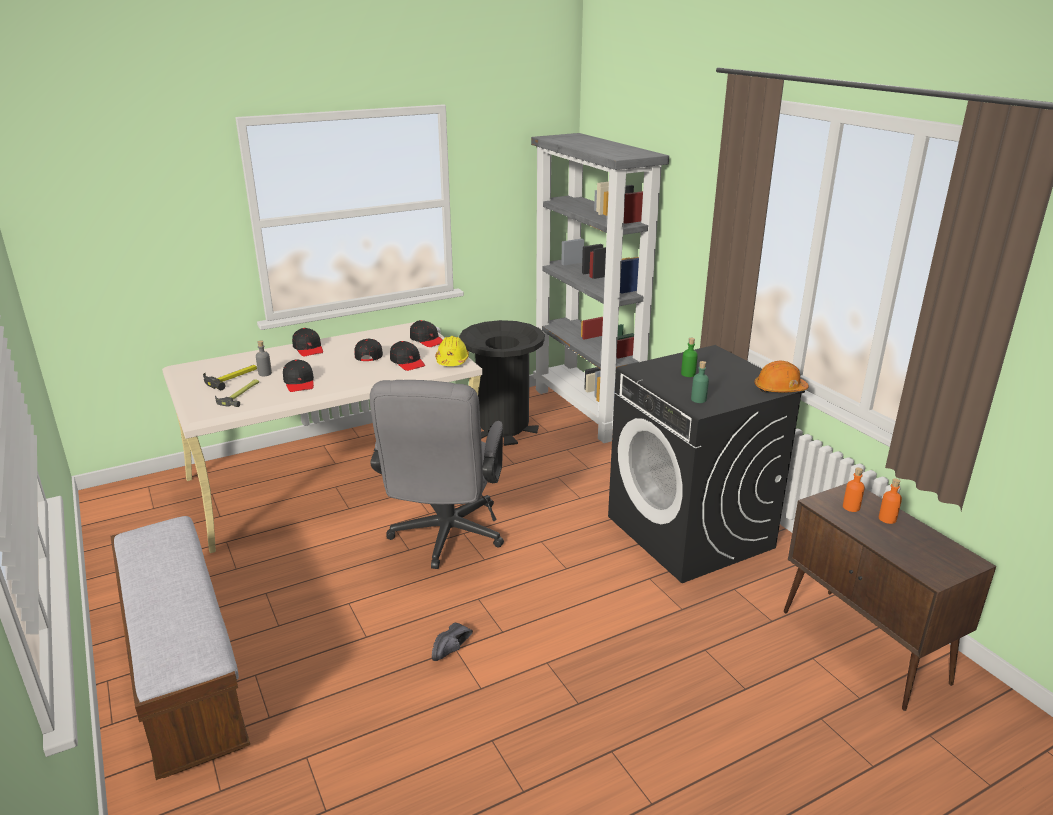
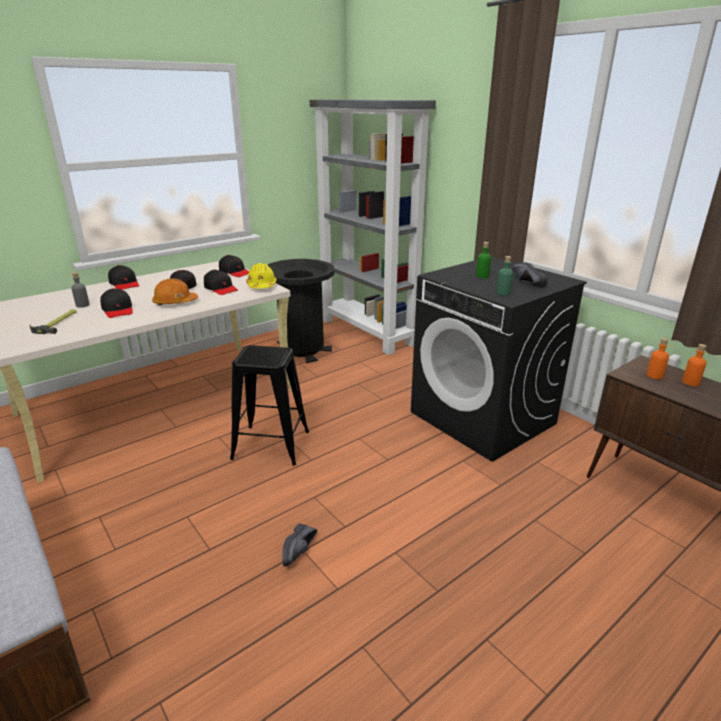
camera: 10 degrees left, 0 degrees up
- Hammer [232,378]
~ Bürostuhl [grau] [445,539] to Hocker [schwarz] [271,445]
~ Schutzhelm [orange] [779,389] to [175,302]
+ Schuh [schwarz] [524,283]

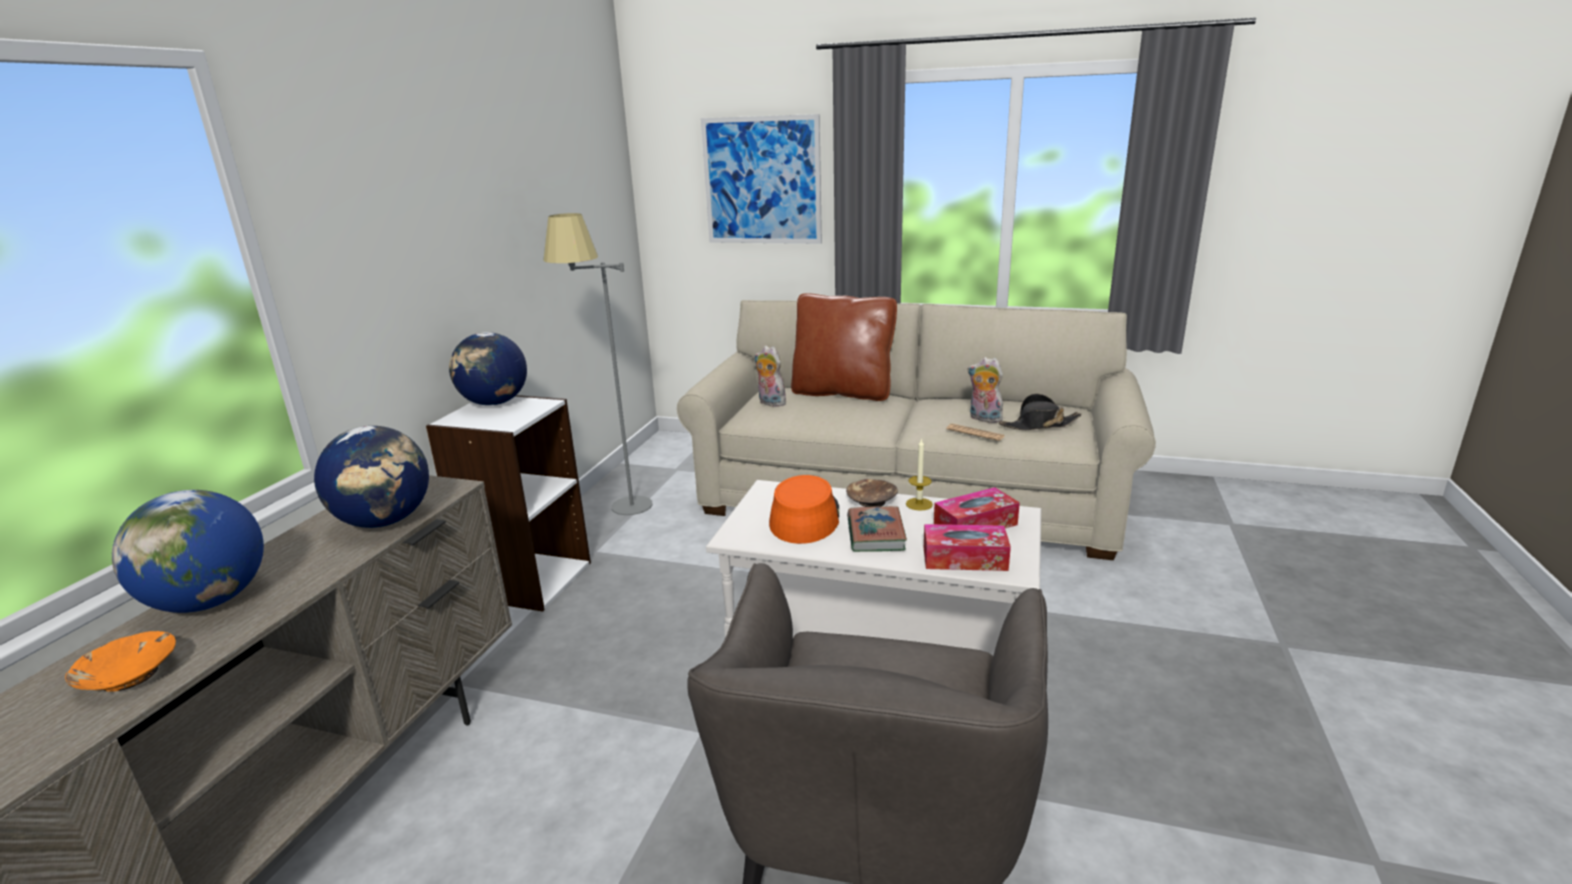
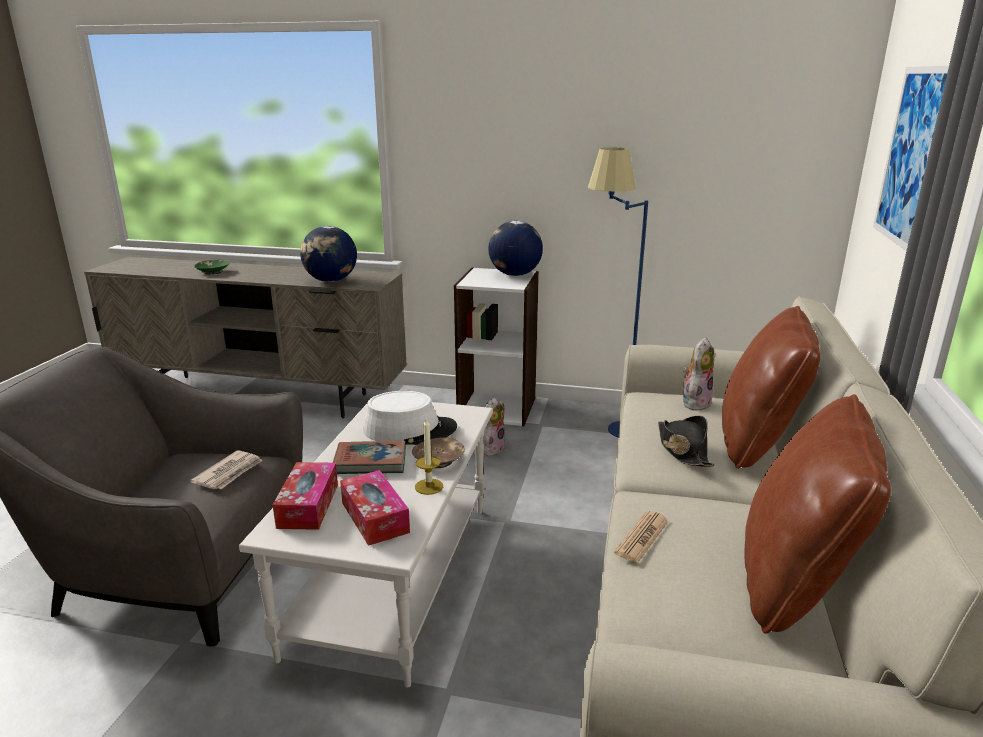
camera: 85 degrees right, 0 degrees up
~ Schüssel [orange] [129,675] to Schüssel [grün] [214,272]
- Globus [210,601]
~ Stehlampe [grau] [619,513] to Stehlampe [blau] [609,426]
~ Hut [orange] [804,517] to Hut [weiß] [410,430]
~ Plüschtier [983,419] to [492,448]
~ Hut [schwarz] [1039,425] to [682,449]
+ Zeitung [229,473]
+ Kissen [braun] [795,583]

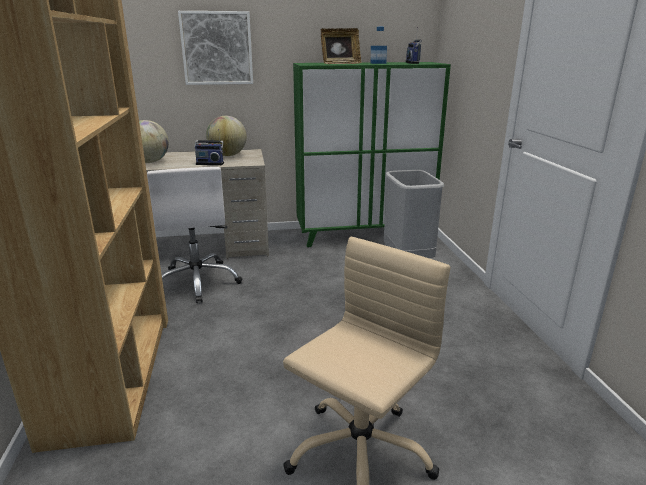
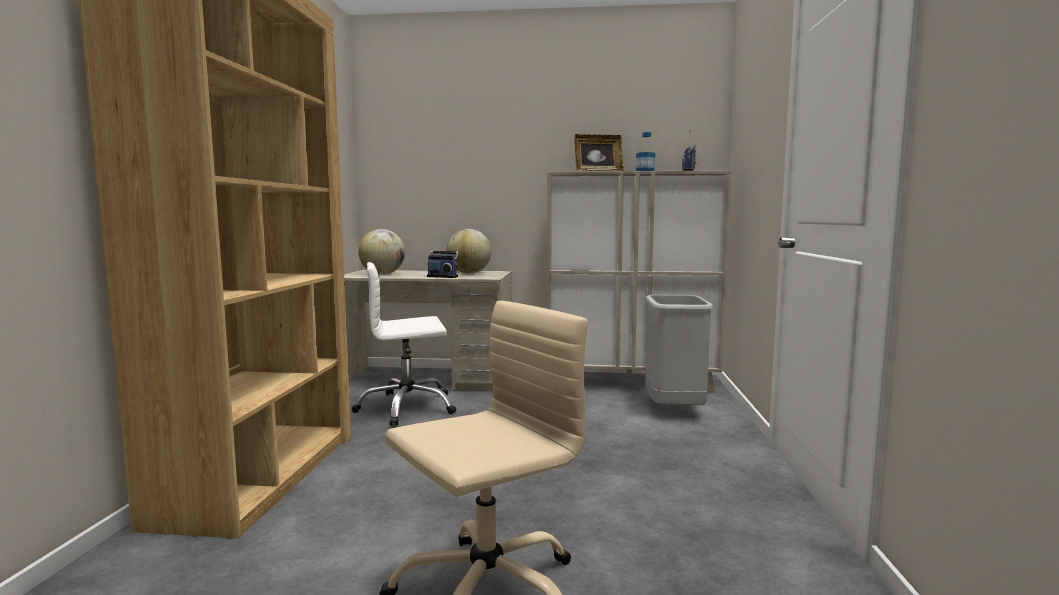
camera: 15 degrees right, 15 degrees down
~ Bürostuhl [weiß] [198,282] = [407,407] 75 degrees clockwise
- Bild [217,48]
~ Schrank [grün] [364,235] to Schrank [beige] [631,382]

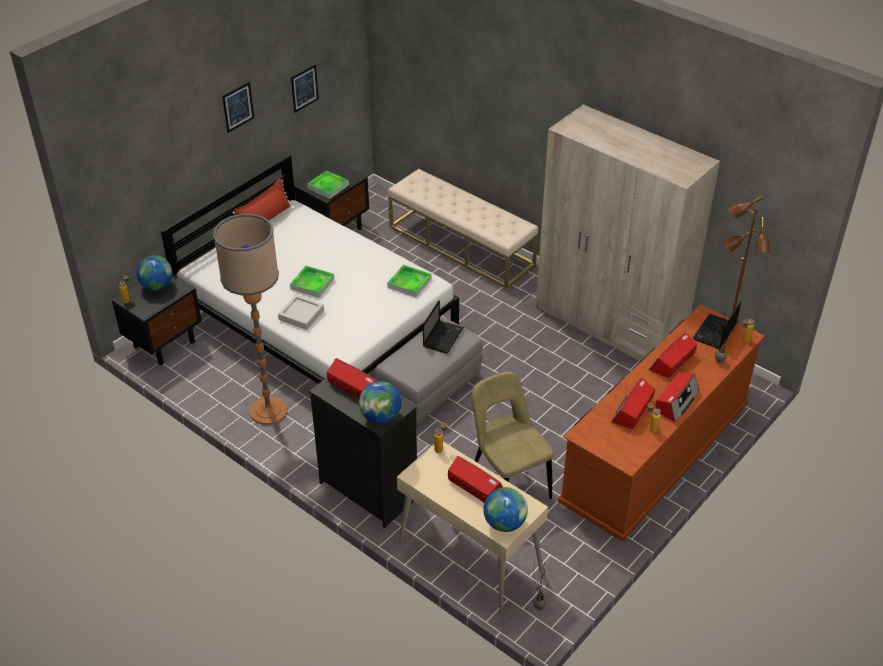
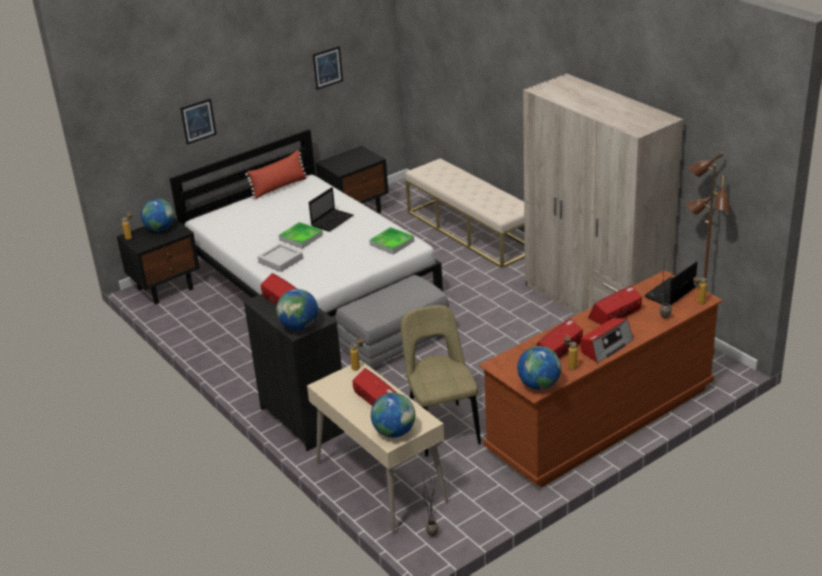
camera: 15 degrees right, 10 degrees down
- Stehlampe [269,410]
~ Bild [238,107] to [198,121]
- Tablett [328,187]
~ Laptop [443,337] to [332,220]
+ Globus [539,385]

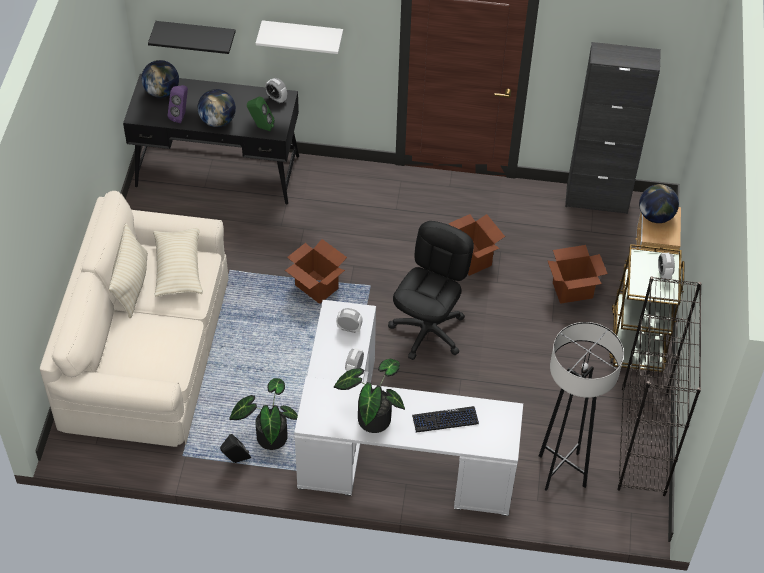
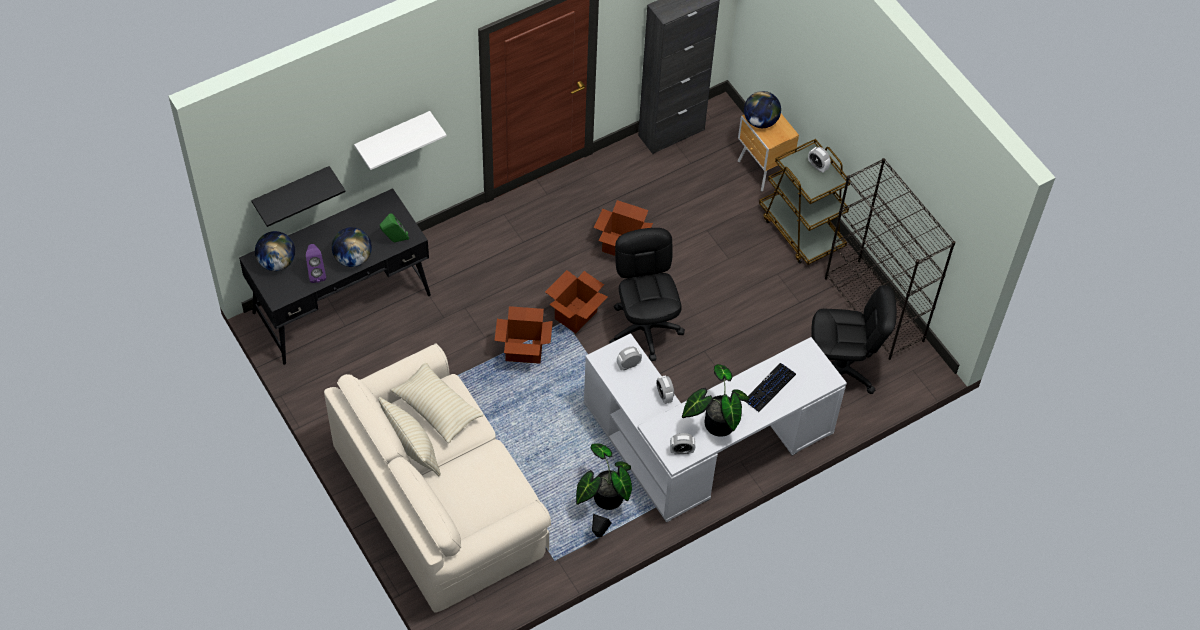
camera: 40 degrees left, 5 degrees up
~ Wecker [276,98] to [681,451]
~ Stehlampe [grau] [562,471] to Bürostuhl [schwarz] [840,372]
~ Karton [572,290] to [576,315]

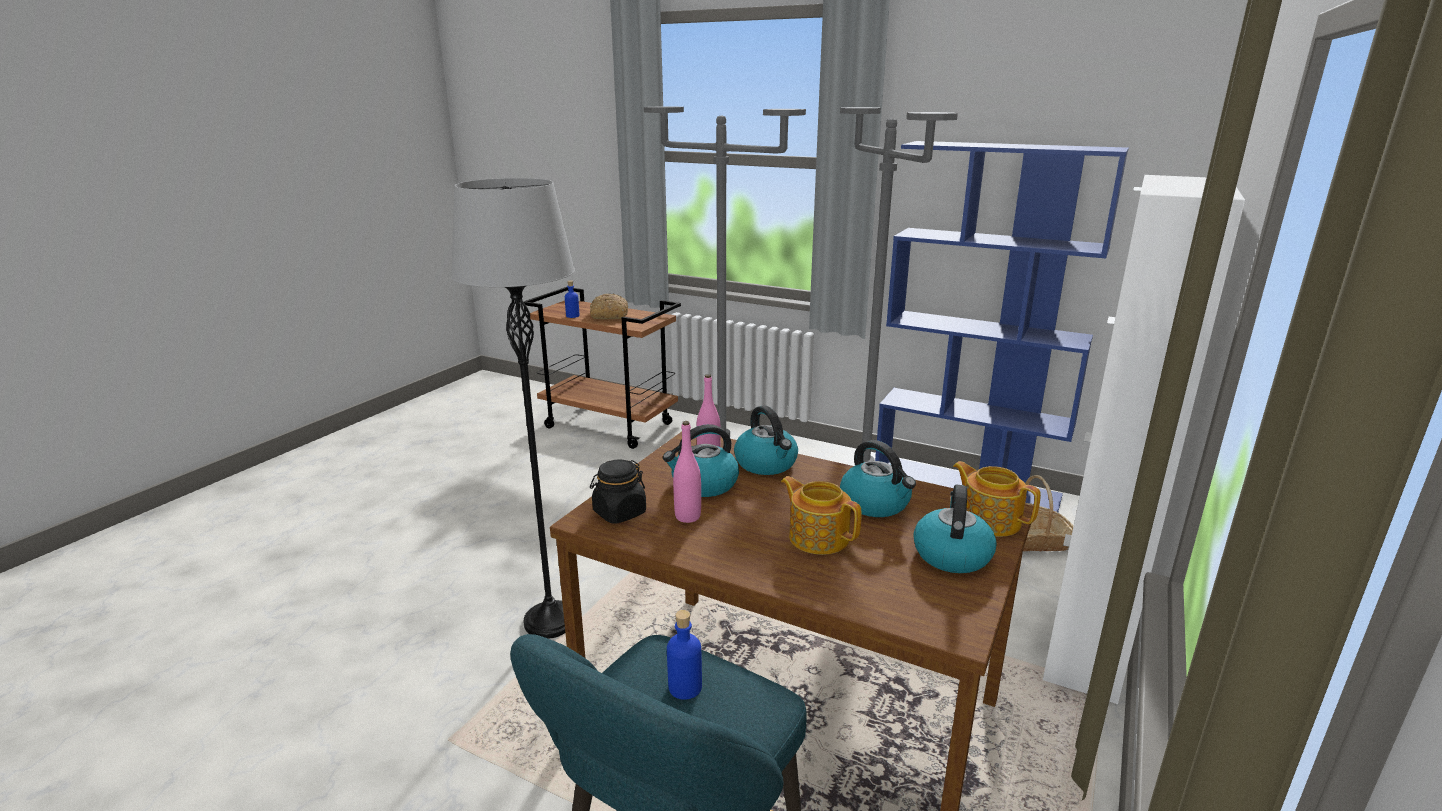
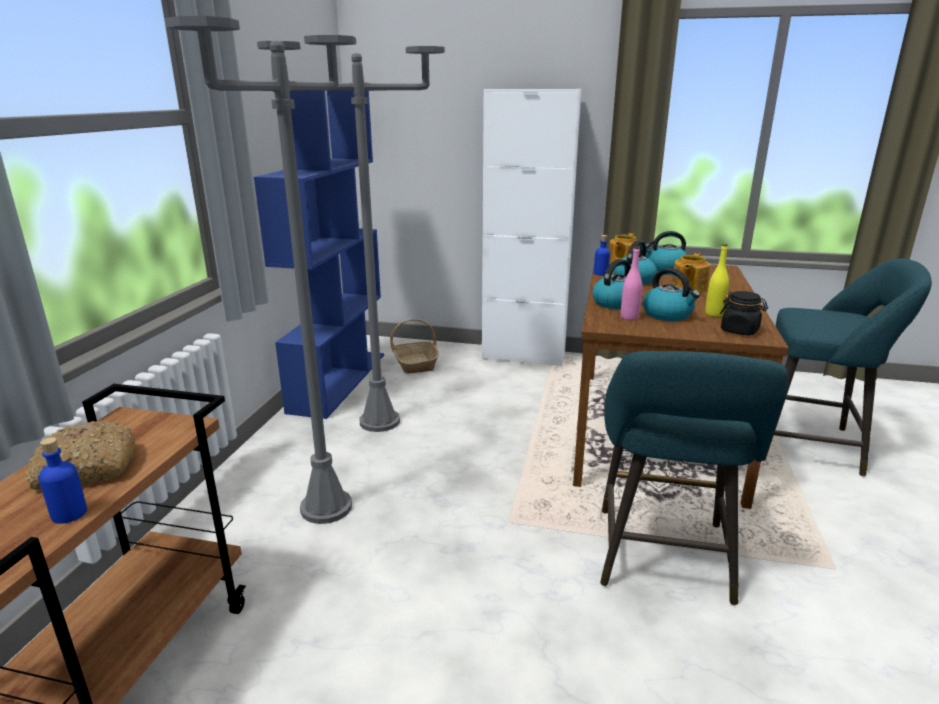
camera: 105 degrees left, 0 degrees up
~ Stehlampe [grau] [551,621] to Hocker [türkis] [663,560]
~ Flasche [blau] [685,687] to [600,273]
~ Flasche [rosa] [687,516] to Flasche [gelb] [714,314]

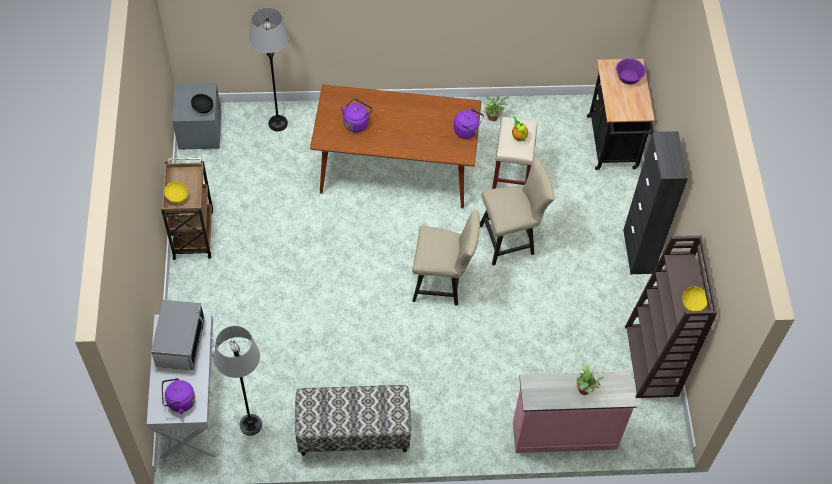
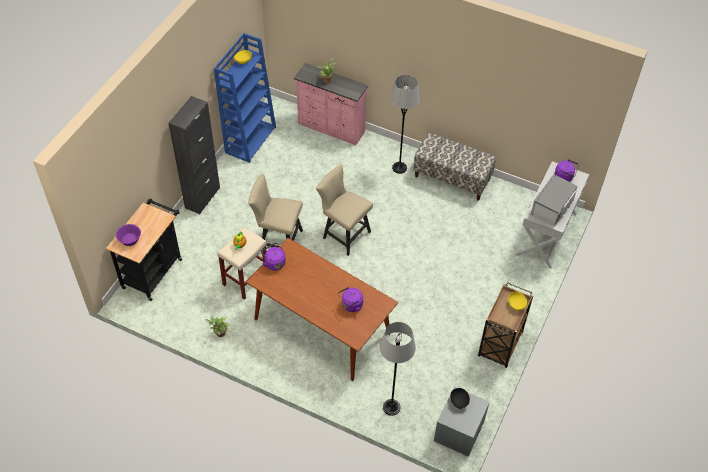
camera: 150 degrees left, 5 degrees down
~ Stehlampe [grau] [250,425] to [399,168]
~ Bücherregal [braun] [652,361] to Bücherregal [blau] [250,139]

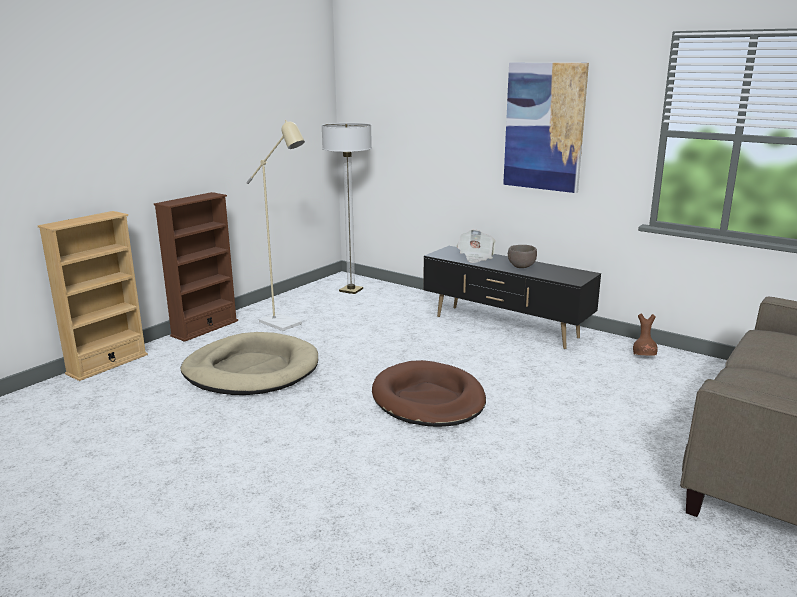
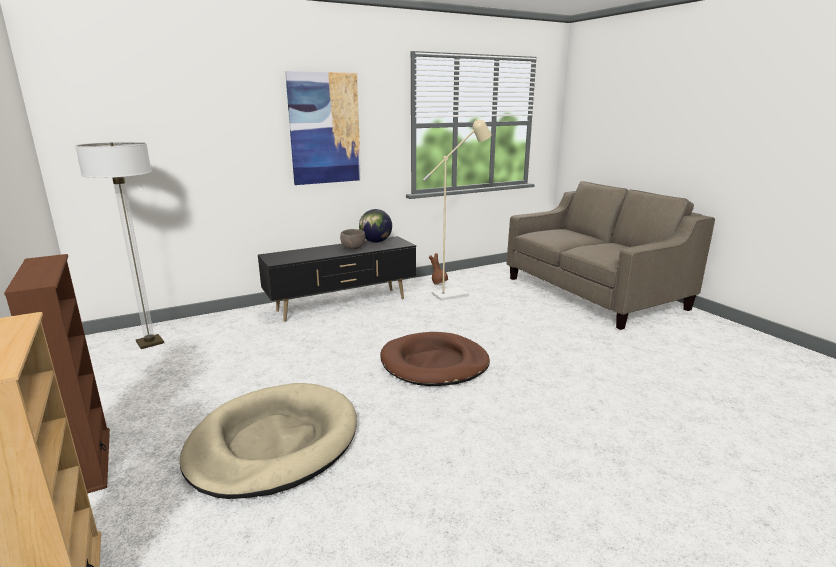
camera: 65 degrees left, 0 degrees up
~ Stehlampe [beige] [285,324] to [455,293]
- Zeitung [475,257]
+ Globus [375,242]

